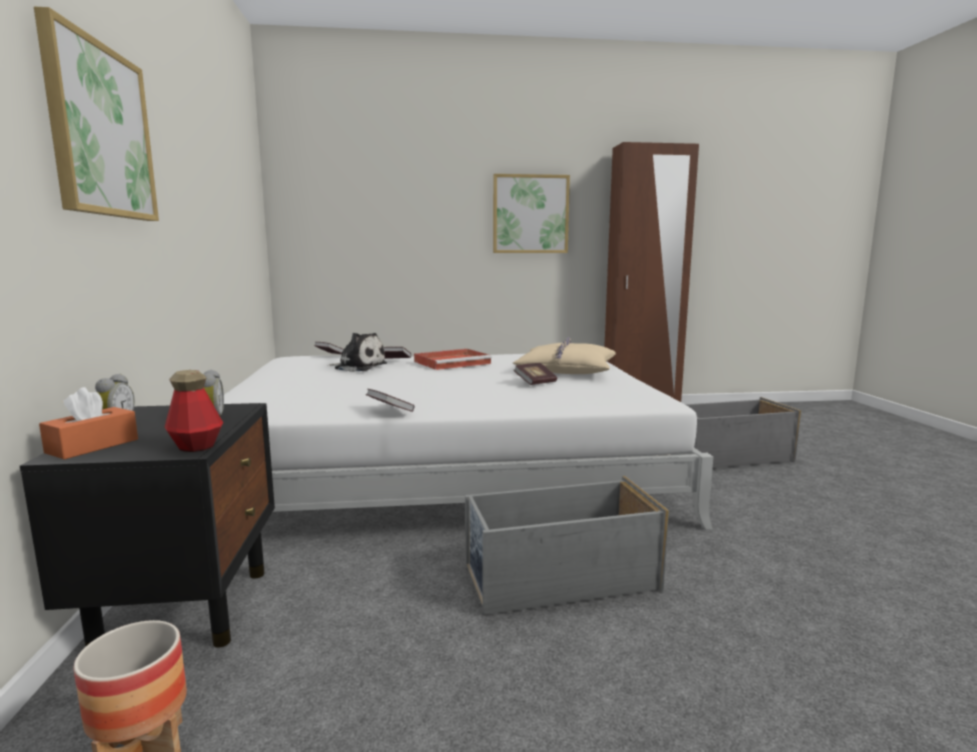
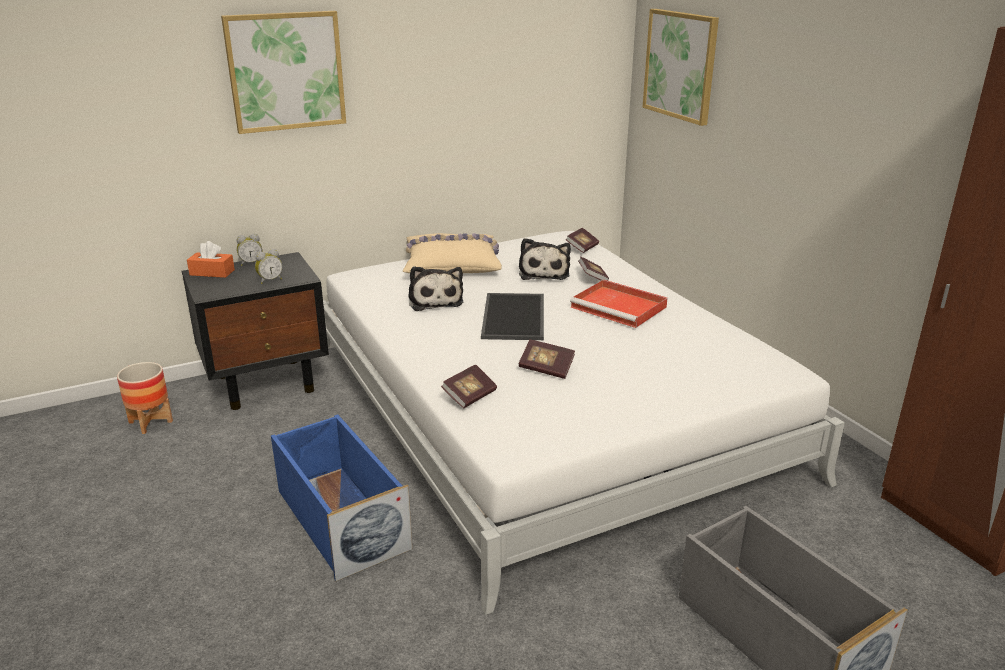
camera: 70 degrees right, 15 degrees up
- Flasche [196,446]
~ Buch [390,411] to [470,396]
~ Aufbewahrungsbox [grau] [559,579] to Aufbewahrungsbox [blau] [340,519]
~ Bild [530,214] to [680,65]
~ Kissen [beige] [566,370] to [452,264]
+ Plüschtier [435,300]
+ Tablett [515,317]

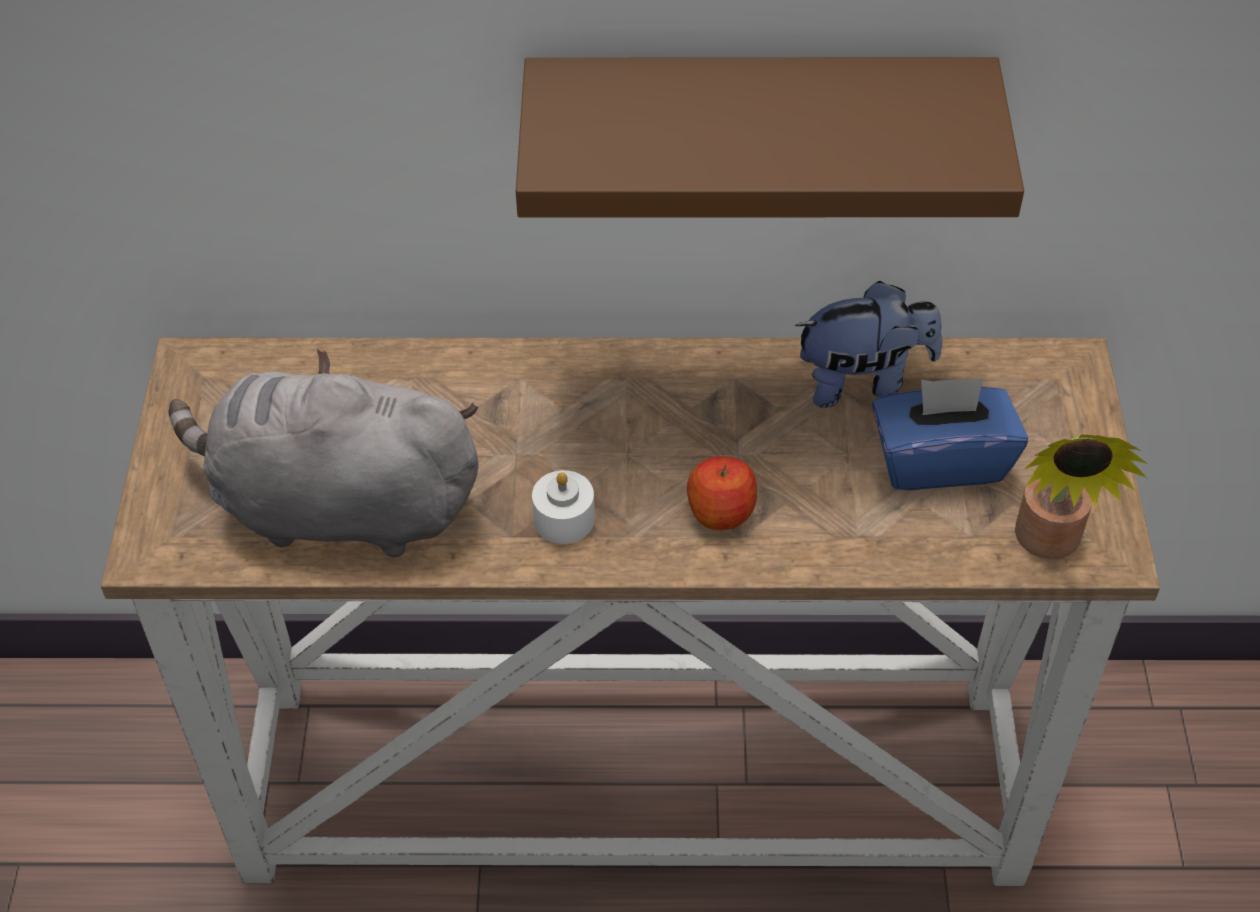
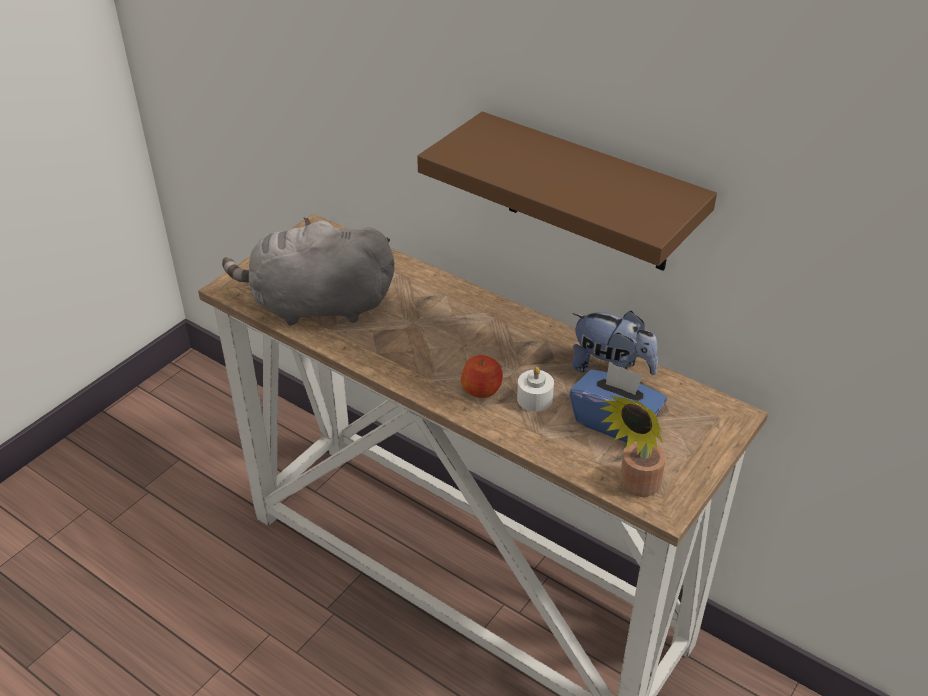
camera: 35 degrees right, 10 degrees down
~ Plüschtier [grau] [337,506] = [317,306] 45 degrees counterclockwise
~ Kerze [weiß] [564,519] to [534,399]

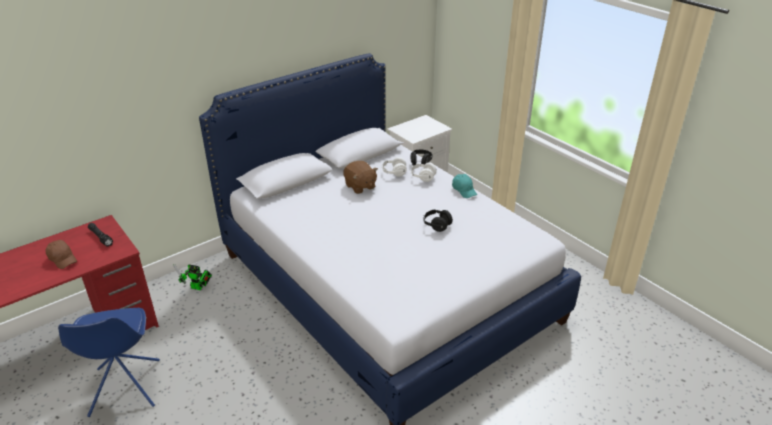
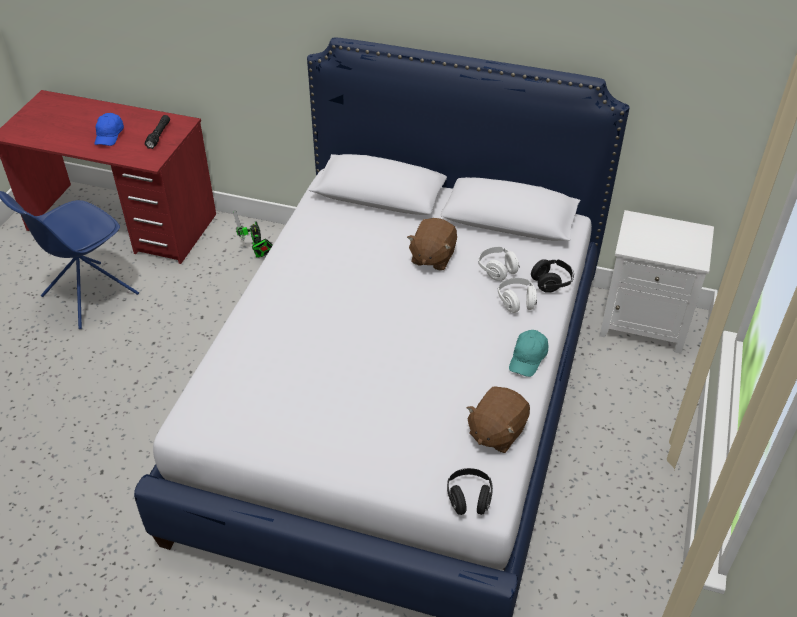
camera: 55 degrees right, 10 degrees up
~ Kappe [braun] [62,259] to Kappe [blau] [109,135]
~ Kopfhörer [schwarz] [436,225] to [469,498]
+ Plüschtier [braun] [496,432]

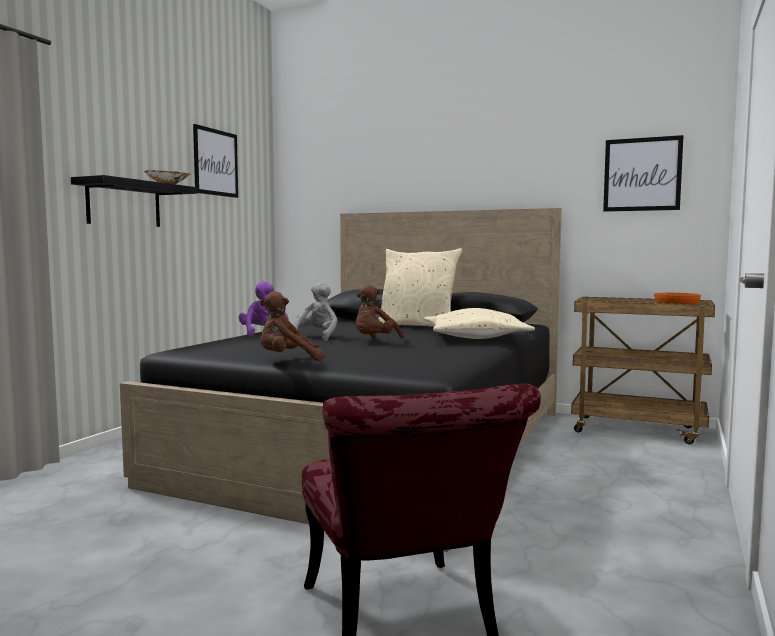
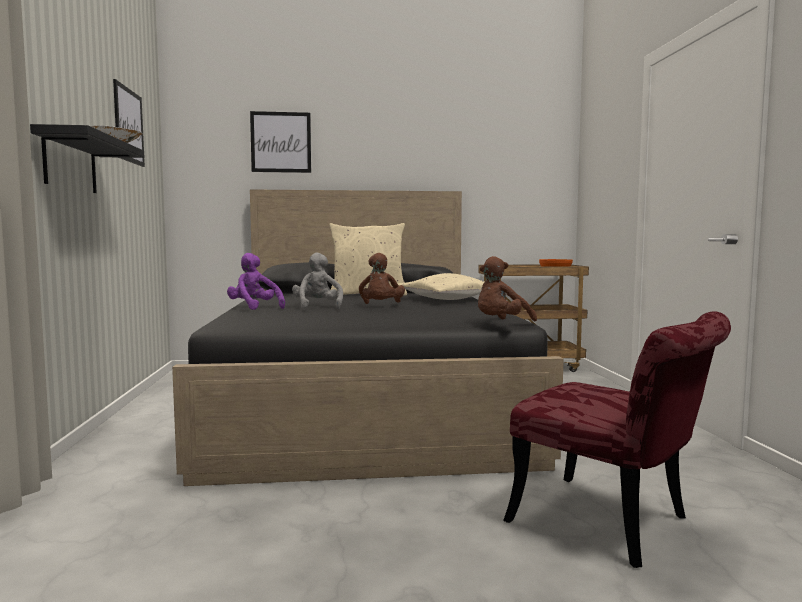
camera: 30 degrees left, 0 degrees up
~ Plüschtier [braun] [288,360] to [501,324]
~ Bild [642,174] to [281,142]

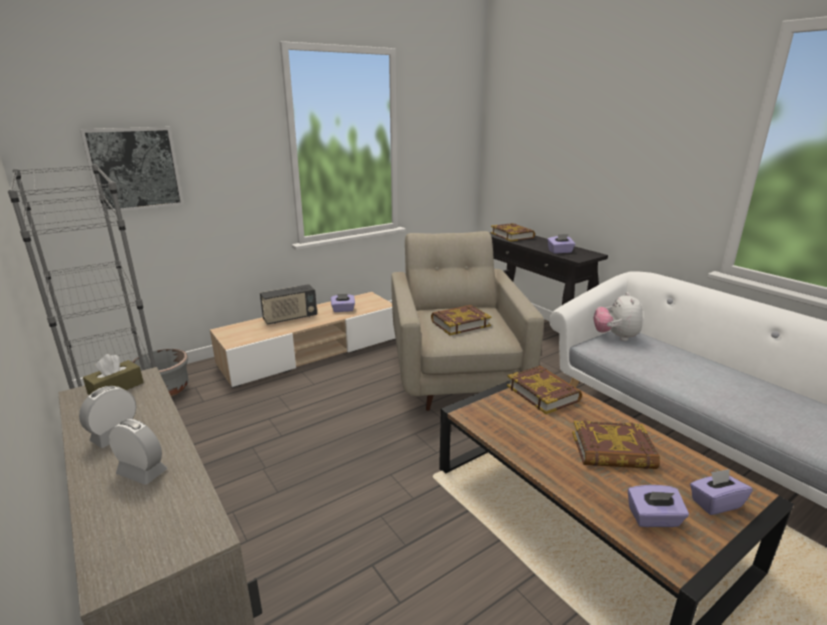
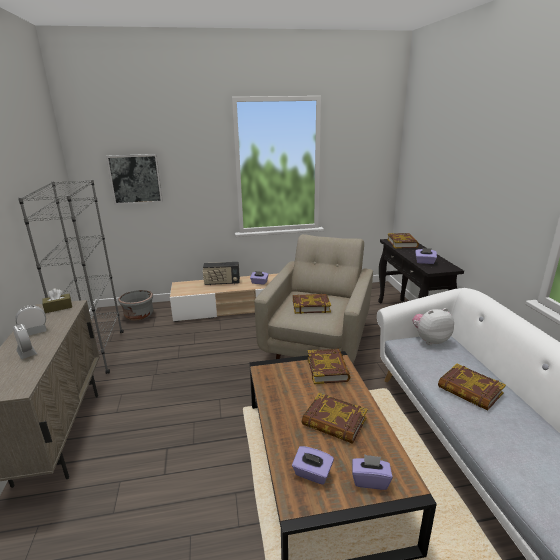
camera: 25 degrees right, 0 degrees up
~ Plüschtier [615,337] = [430,340] 45 degrees clockwise
+ Buch [469,390]

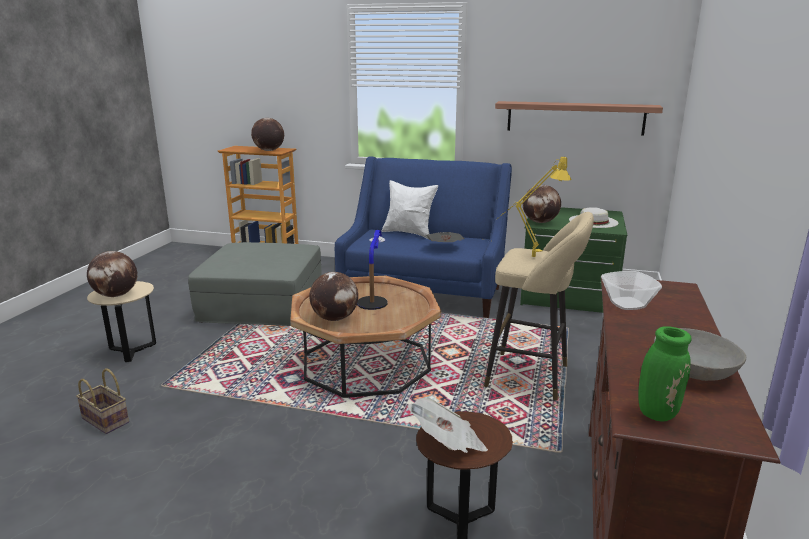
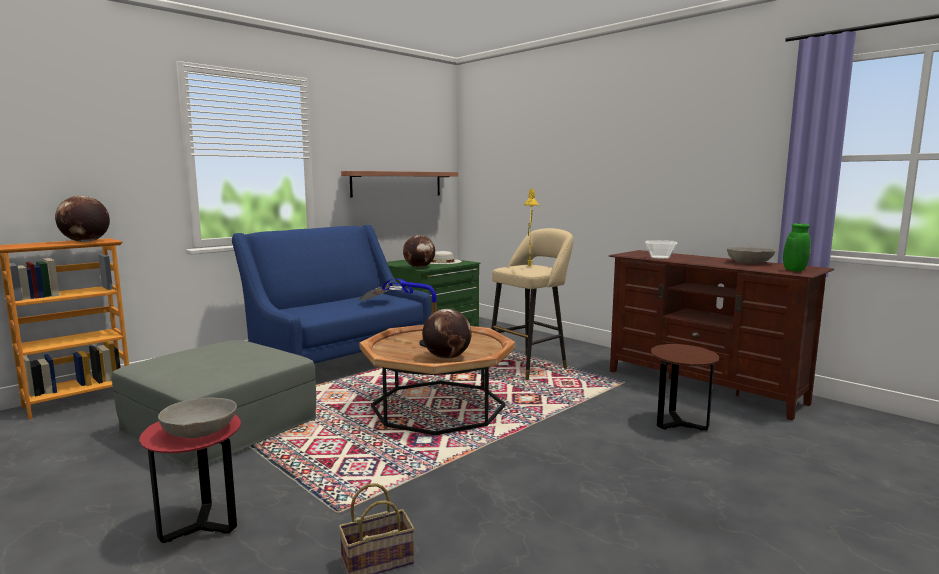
camera: 60 degrees left, 10 degrees down
~ Globus [116,295] to Schüssel [grau] [200,431]
~ Beistelltisch [beige] [132,352] to Beistelltisch [rot] [201,526]
- Kissen [weiß] [409,233]
- Zeitung [447,444]

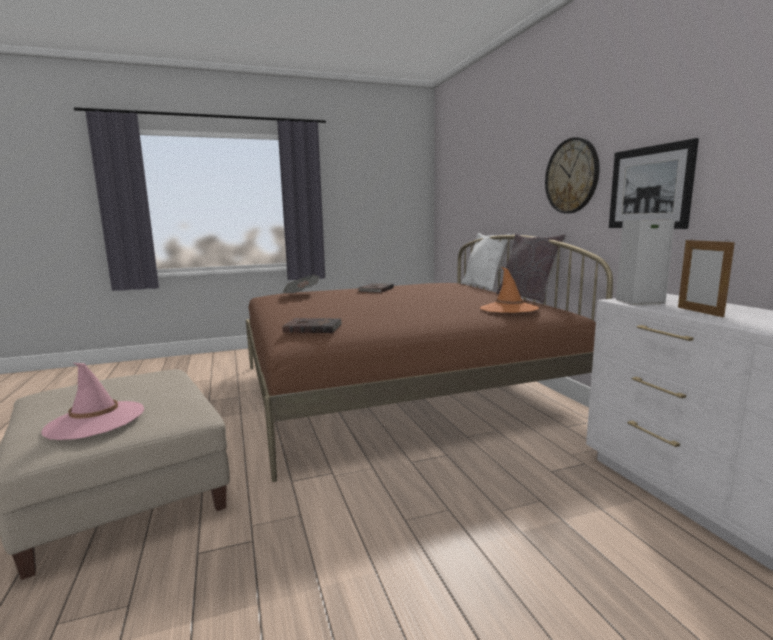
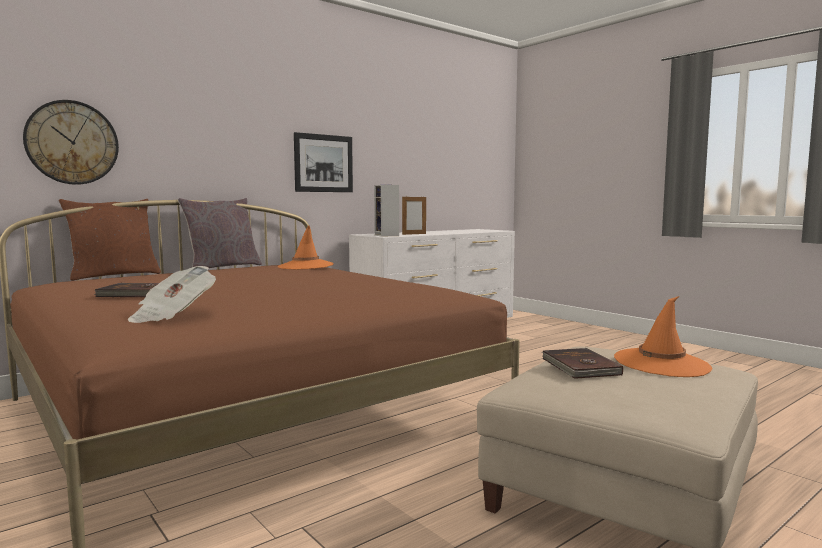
camera: 110 degrees left, 5 degrees down
~ Hut [rosa] [95,420] to Hut [orange] [661,363]
~ Buch [braun] [312,328] to [579,367]
~ Kissen [weiß] [484,286] to Kissen [braun] [114,276]
~ Wanduhr [572,176] to [72,142]

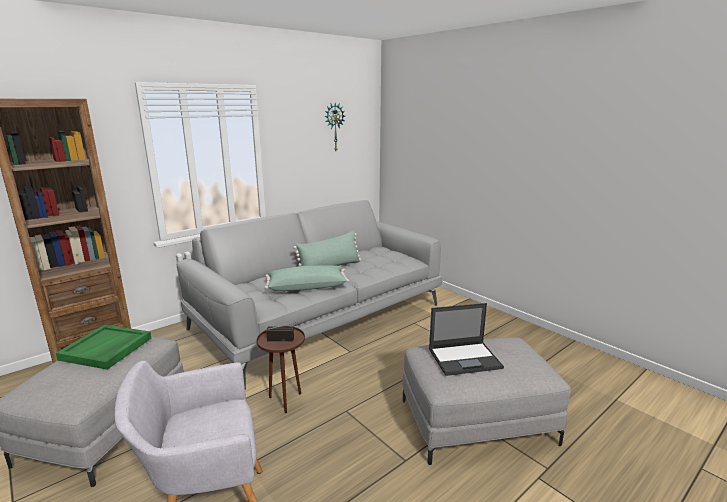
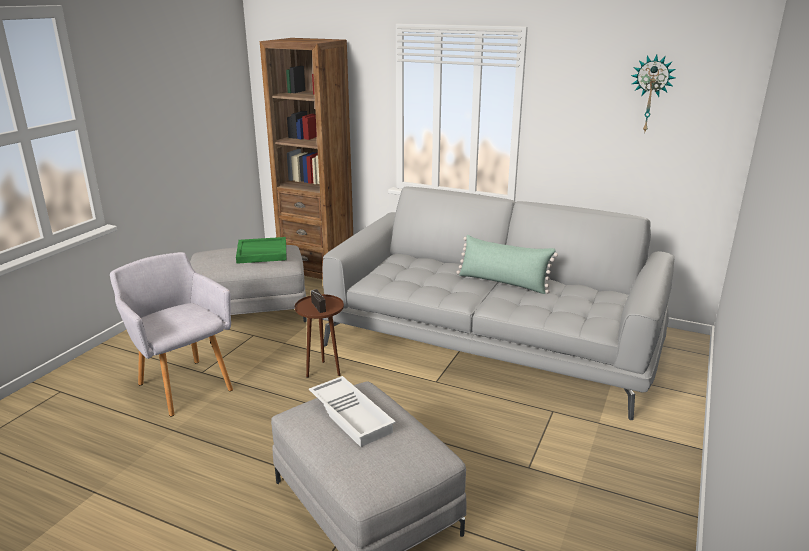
camera: 65 degrees right, 5 degrees up
- Kissen [grün] [307,287]
~ Laptop [465,358] to Tablett [weiß] [352,415]

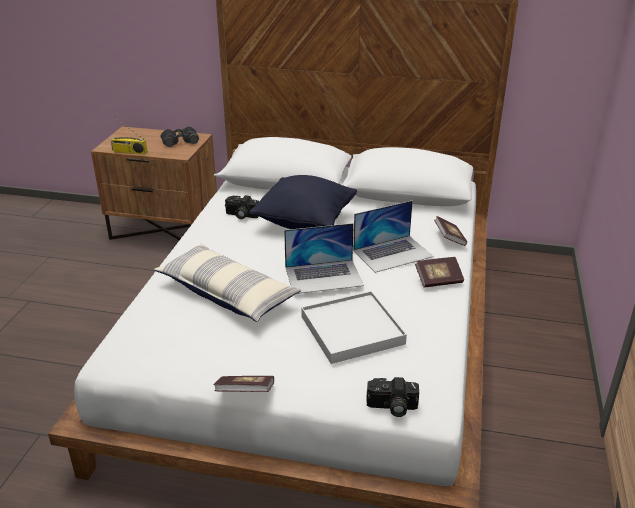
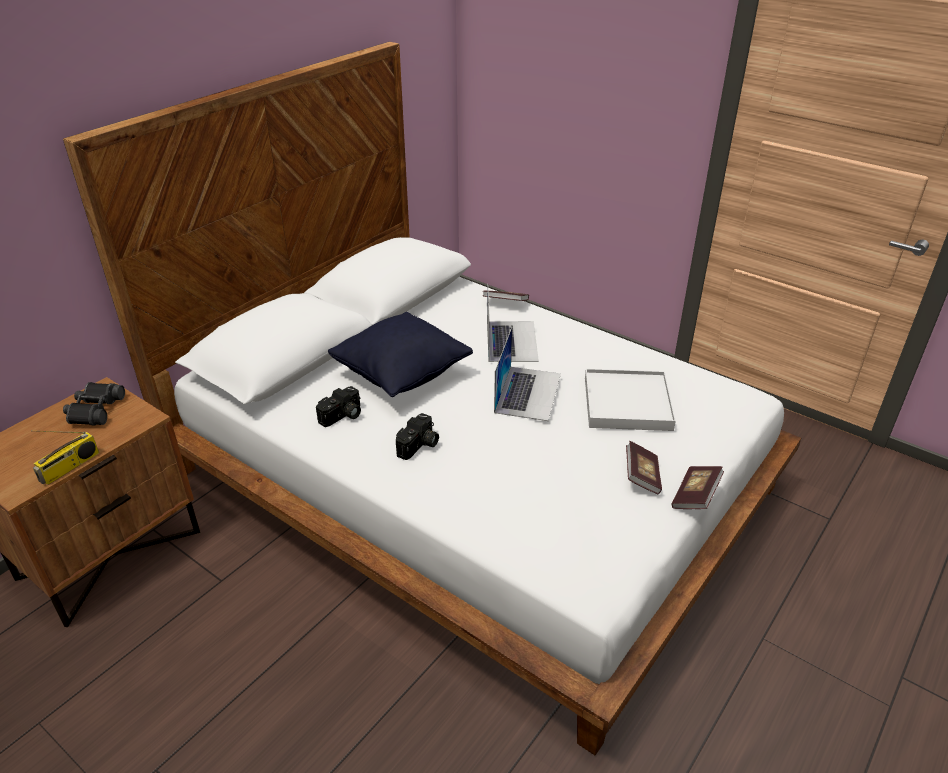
camera: 65 degrees left, 5 degrees up
- Kissen [227,293]
~ Kamera [391,407] to [419,446]
~ Buch [438,280] to [642,476]

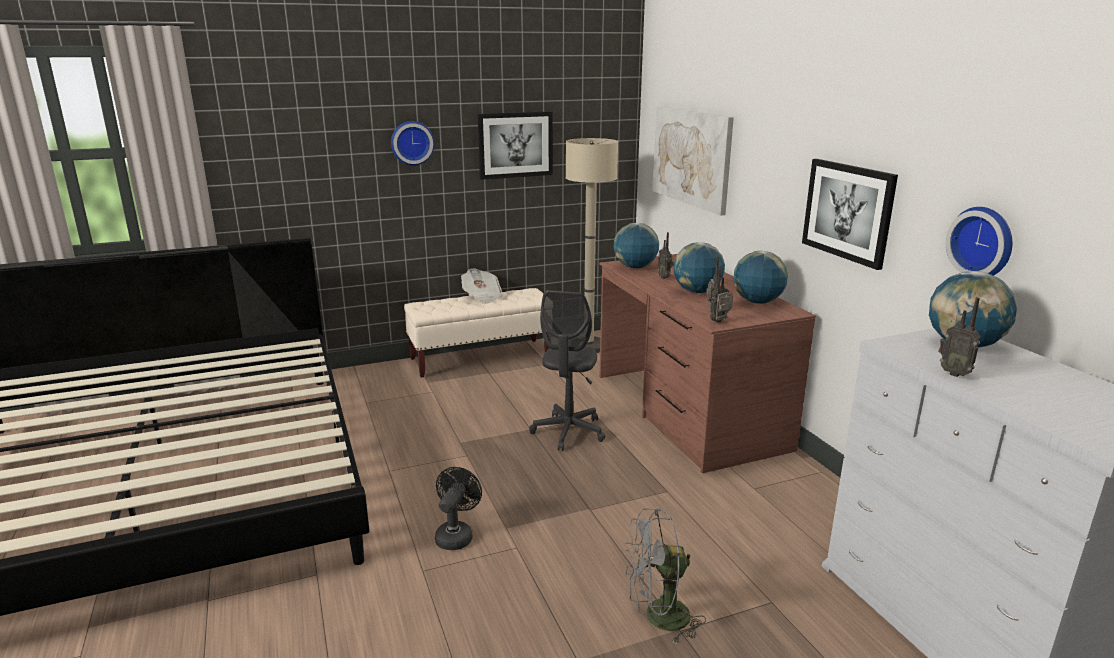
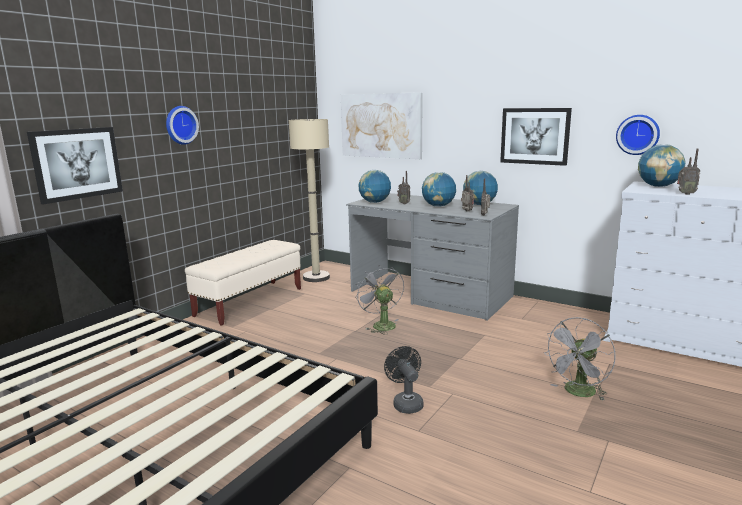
camera: 35 degrees left, 5 degrees down
- Zeitung [482,297]
~ Bild [515,145] to [77,163]
~ Bürostuhl [grau] [568,432] to Ventilator [grau] [381,324]
~ Schreibtisch [braun] [687,411] to Schreibtisch [grau] [430,294]

